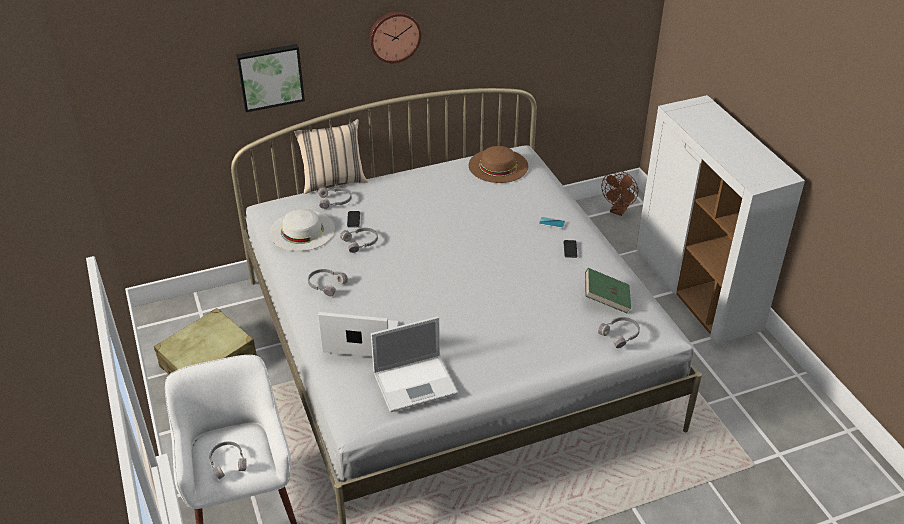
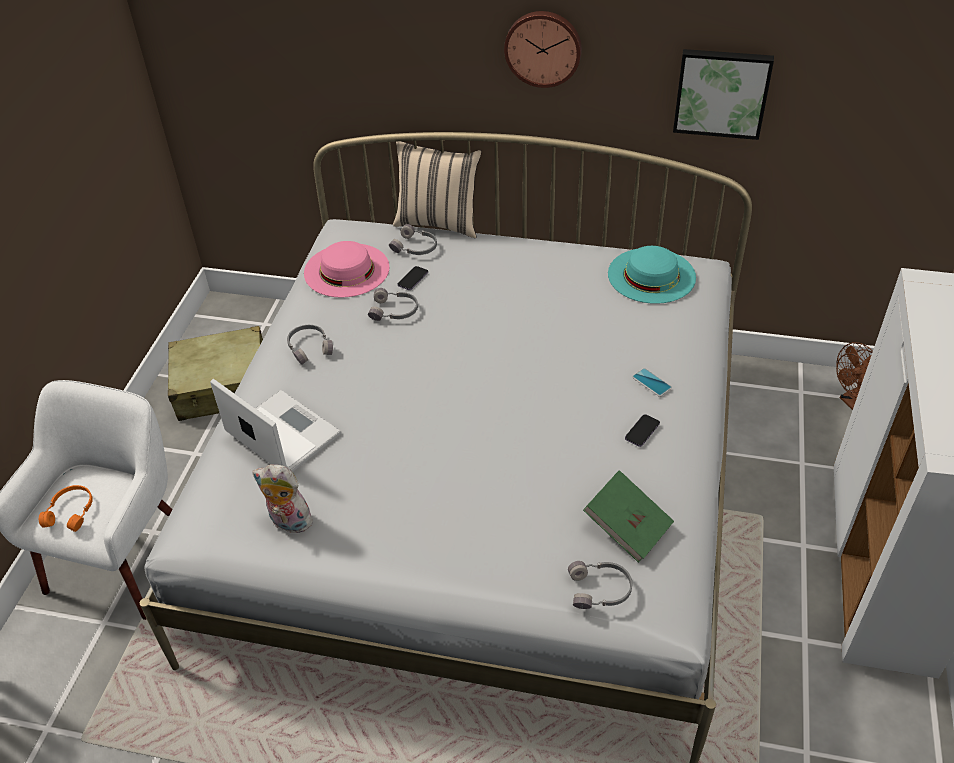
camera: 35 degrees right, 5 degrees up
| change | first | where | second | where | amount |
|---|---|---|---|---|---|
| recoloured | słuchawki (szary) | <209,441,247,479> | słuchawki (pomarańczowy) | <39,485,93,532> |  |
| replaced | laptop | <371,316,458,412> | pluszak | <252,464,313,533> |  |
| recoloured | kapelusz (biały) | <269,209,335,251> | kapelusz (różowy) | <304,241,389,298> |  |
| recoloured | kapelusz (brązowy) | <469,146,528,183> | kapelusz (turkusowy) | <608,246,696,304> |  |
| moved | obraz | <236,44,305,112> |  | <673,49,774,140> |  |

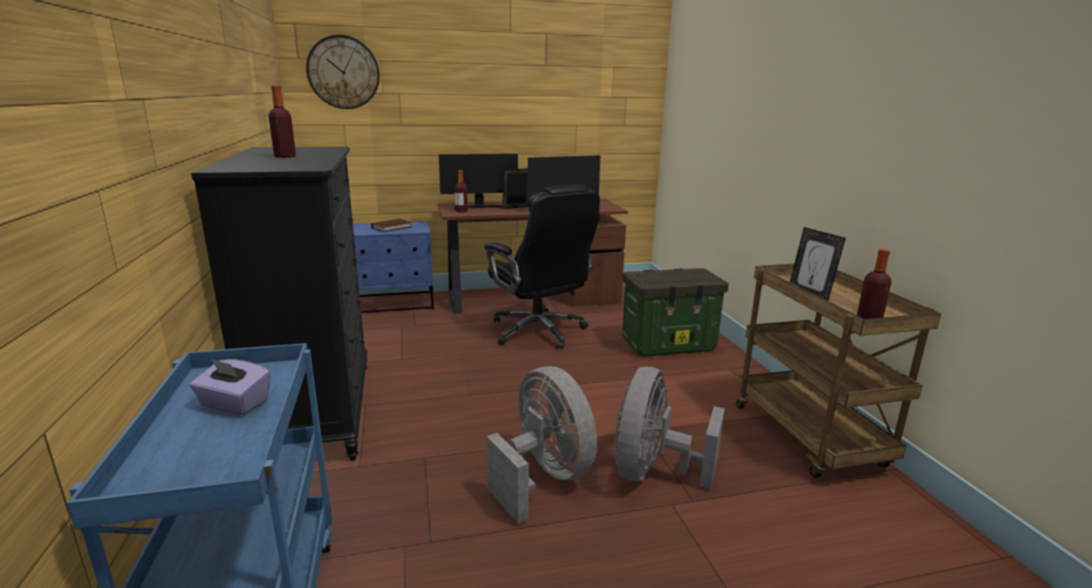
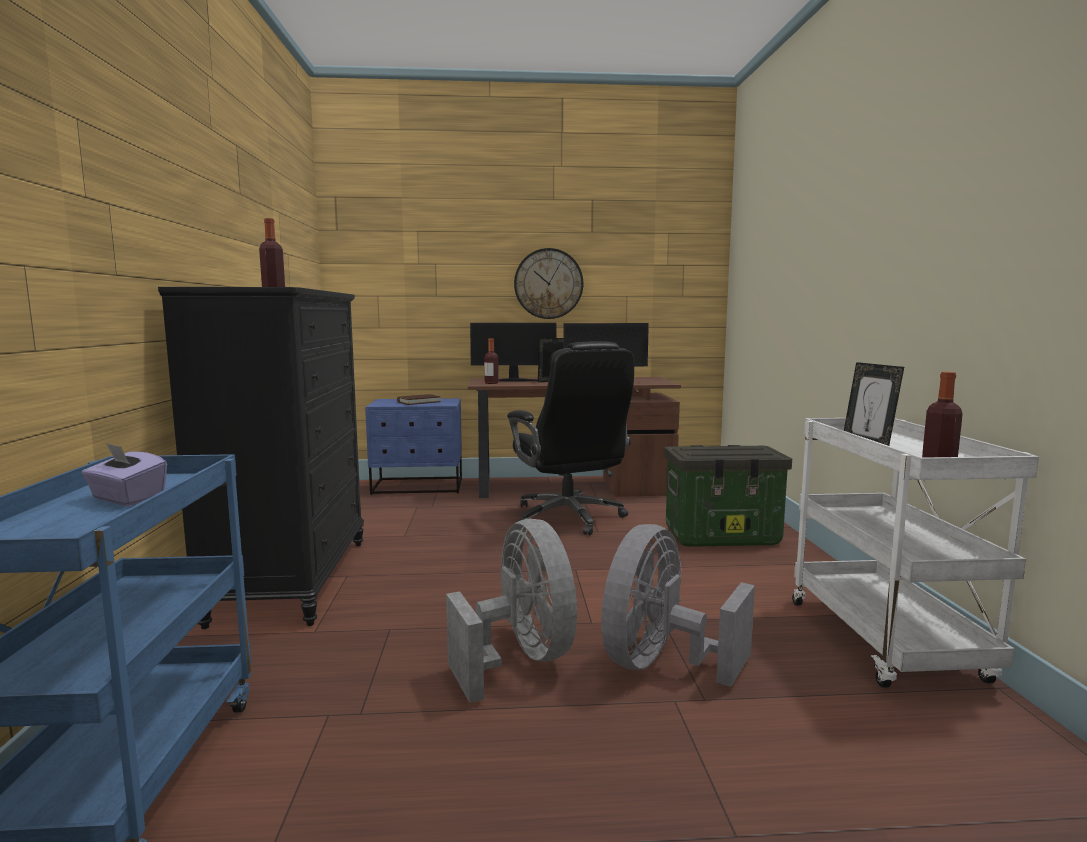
camera: 10 degrees right, 10 degrees down
| change | first | where | second | where | amount |
|---|---|---|---|---|---|
| moved | zegar ścienny | <306,35,380,109> |  | <514,248,583,319> |  |
| recoloured | wózek (brązowy) | <736,264,941,478> | wózek (biały) | <792,418,1039,688> |  |

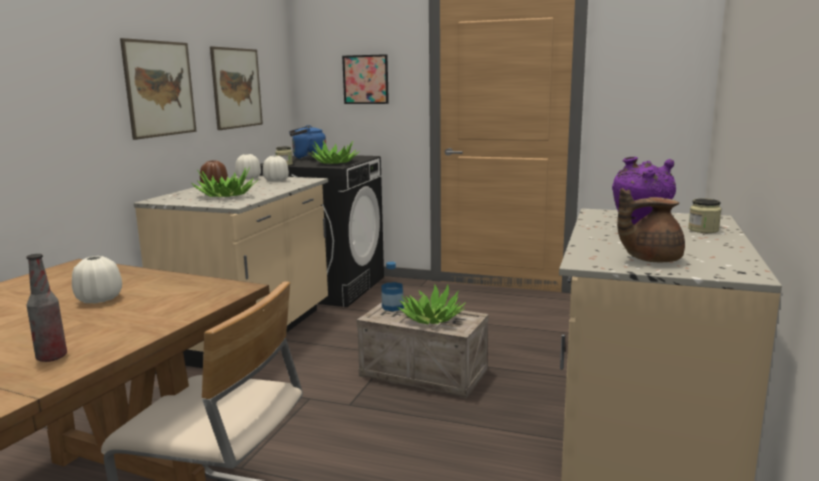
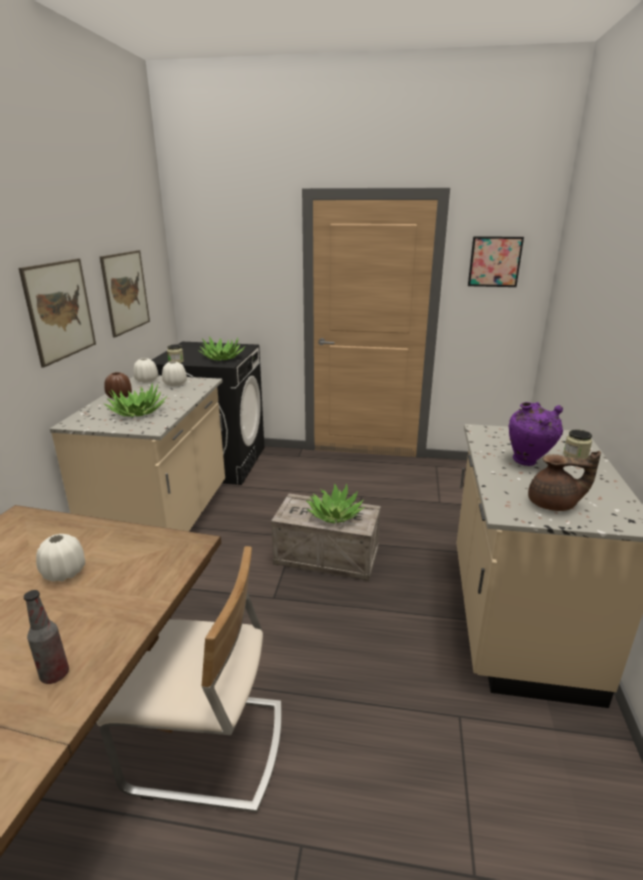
camera: 10 degrees left, 10 degrees up
| change | first | where | second | where | amount |
|---|---|---|---|---|---|
| moved | obraz | <342,54,389,104> |  | <468,236,524,287> |  |
| turned | imbryk (brązowy) | <617,188,685,262> |  | <528,451,601,511> | 150 degrees counterclockwise |
| removed | czajnik (niebieski) | <289,125,326,159> |  |  |  |
| removed | butelka | <381,262,404,311> |  |  |  |

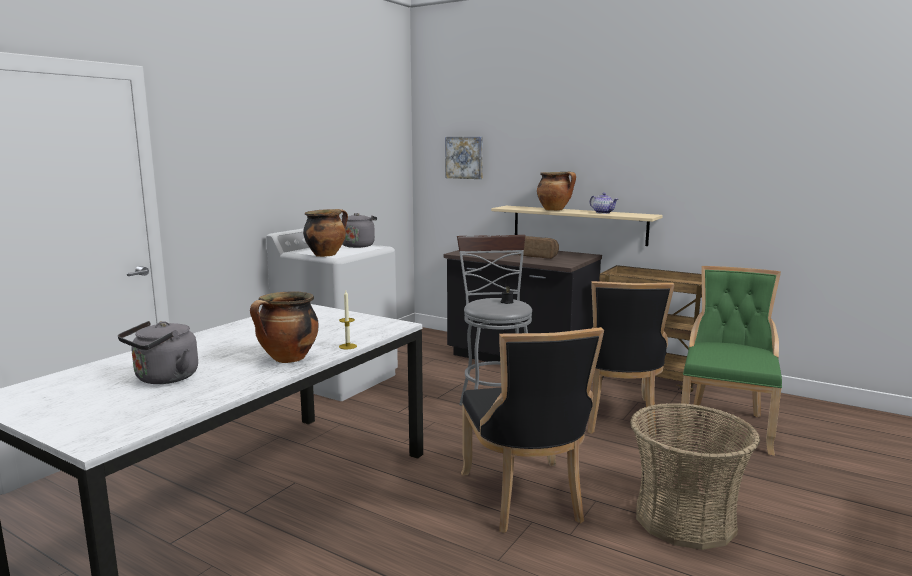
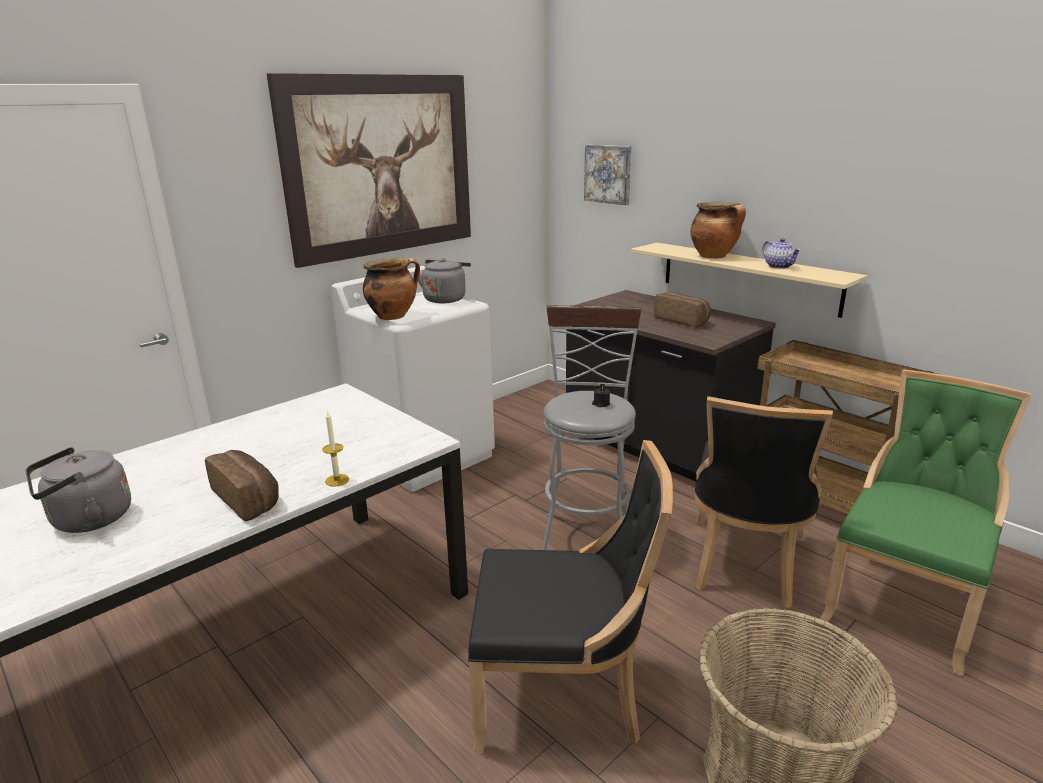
camera: 15 degrees right, 10 degrees up
| change | first | where | second | where | amount |
|---|---|---|---|---|---|
| replaced | garnek | <250,291,318,363> | chleb | <205,450,279,521> |  |
| added |  |  | obraz | <267,73,471,268> |  |
| turned | krzesło (czarny) | <461,327,604,533> |  | <468,440,673,754> | 90 degrees counterclockwise |

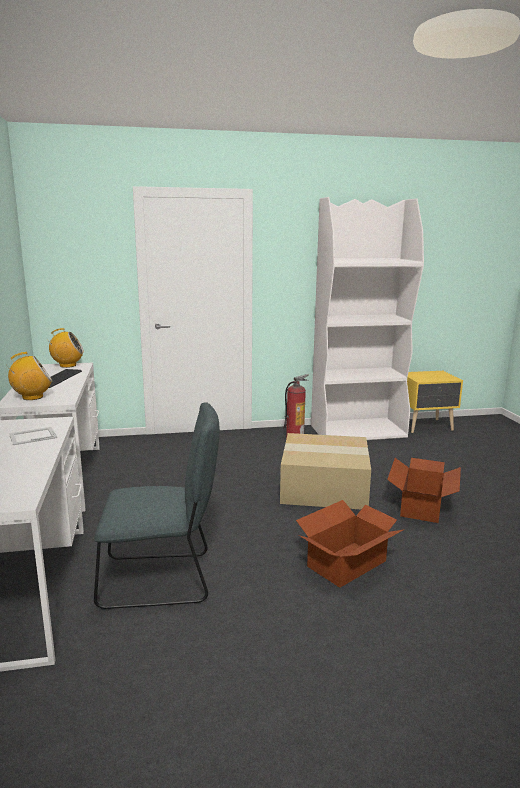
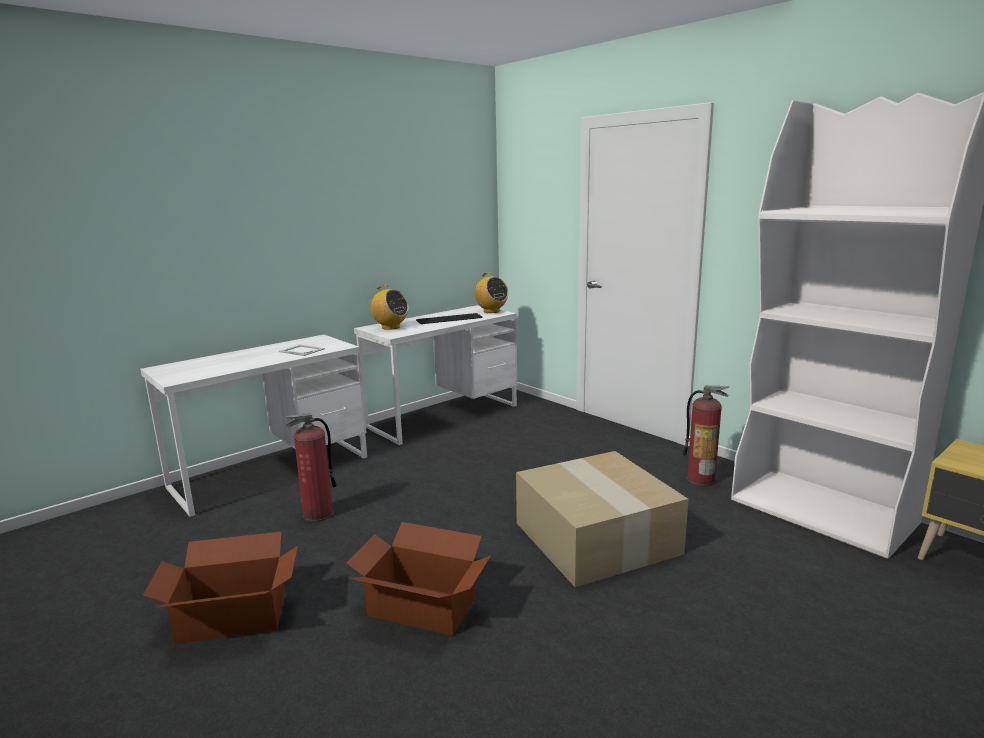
camera: 60 degrees right, 0 degrees up
| change | first | where | second | where | amount |
|---|---|---|---|---|---|
| moved | karton | <387,458,461,523> |  | <143,532,298,644> |  |
| replaced | krzesło (szary) | <94,402,220,609> | gaśnica | <285,413,337,522> |  |

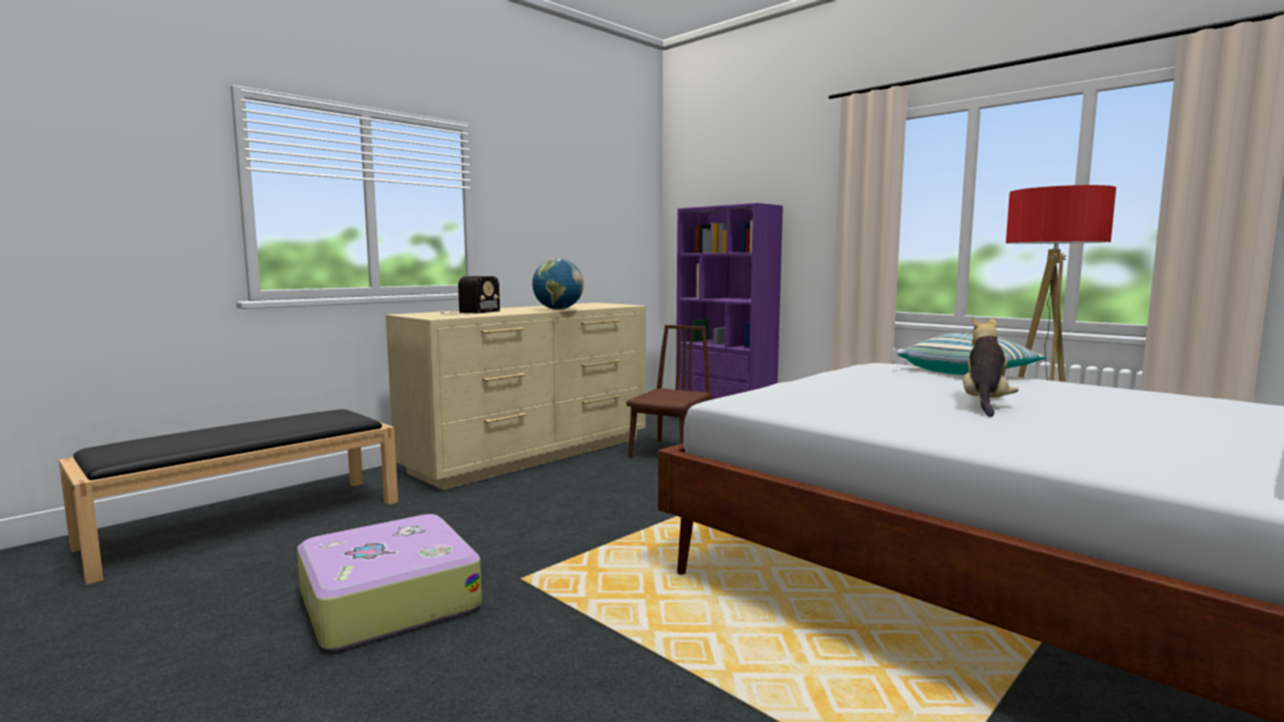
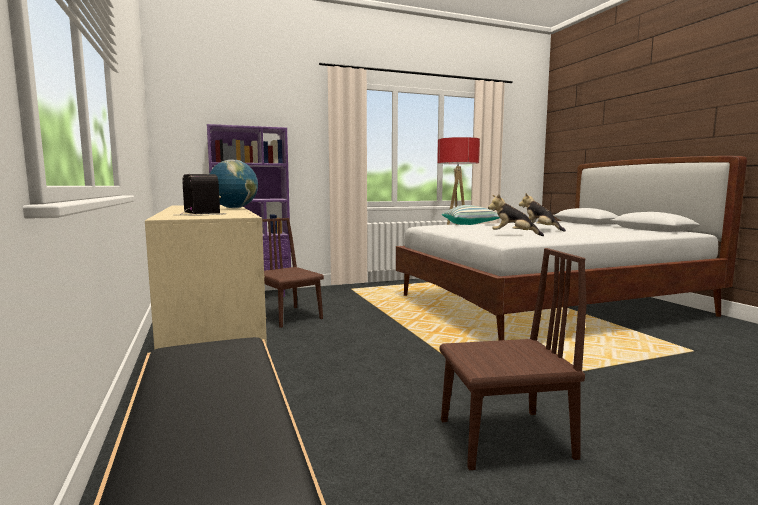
camera: 65 degrees left, 0 degrees up
| change | first | where | second | where | amount |
|---|---|---|---|---|---|
| replaced | walizka | <297,514,482,650> | krzesło (brązowy) | <440,248,587,470> |  |
| added |  |  | pluszak | <488,194,544,236> |  |

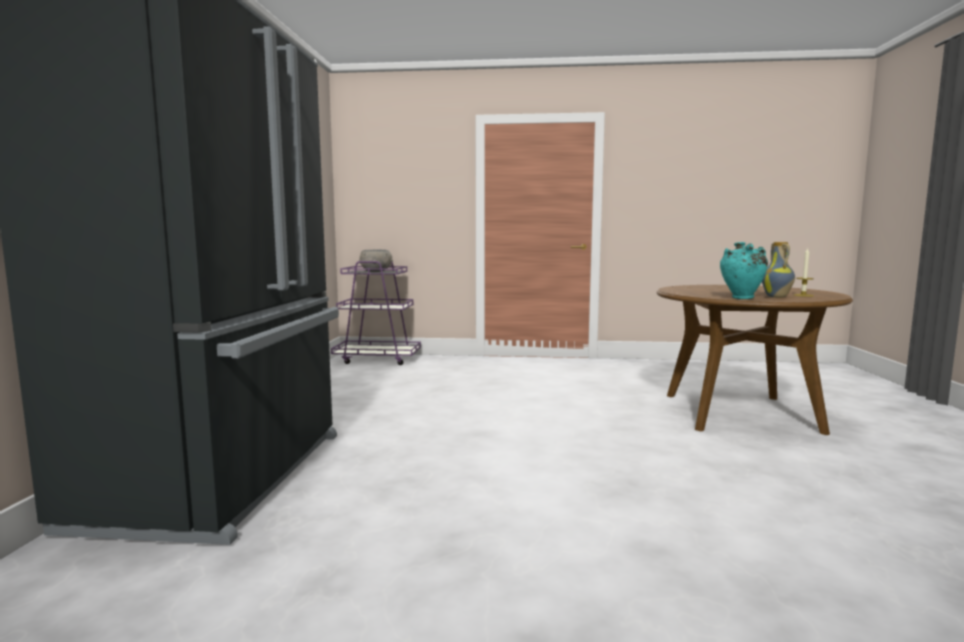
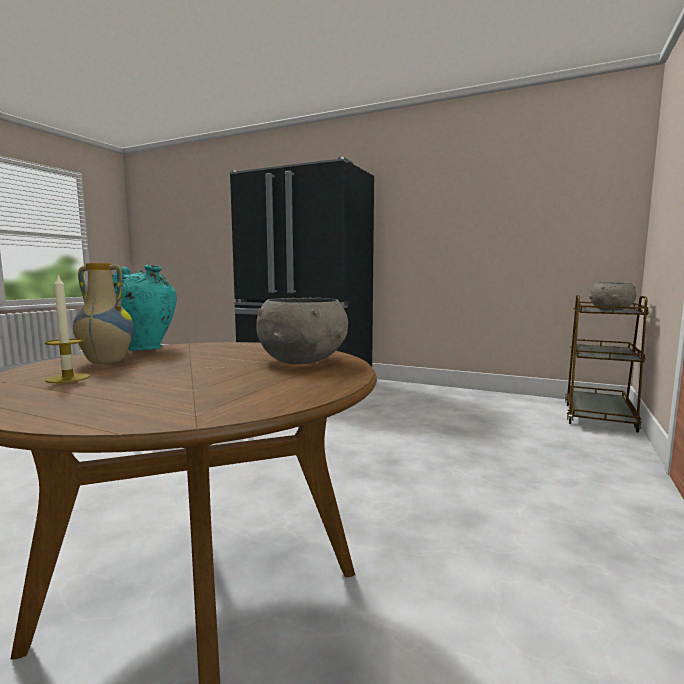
camera: 110 degrees right, 0 degrees up
| change | first | where | second | where | amount |
|---|---|---|---|---|---|
| added |  |  | miska (szary) | <256,298,348,364> |  |
| recoloured | wózek (fioletowy) | <331,261,421,365> | wózek (brązowy) | <565,295,649,432> |  |

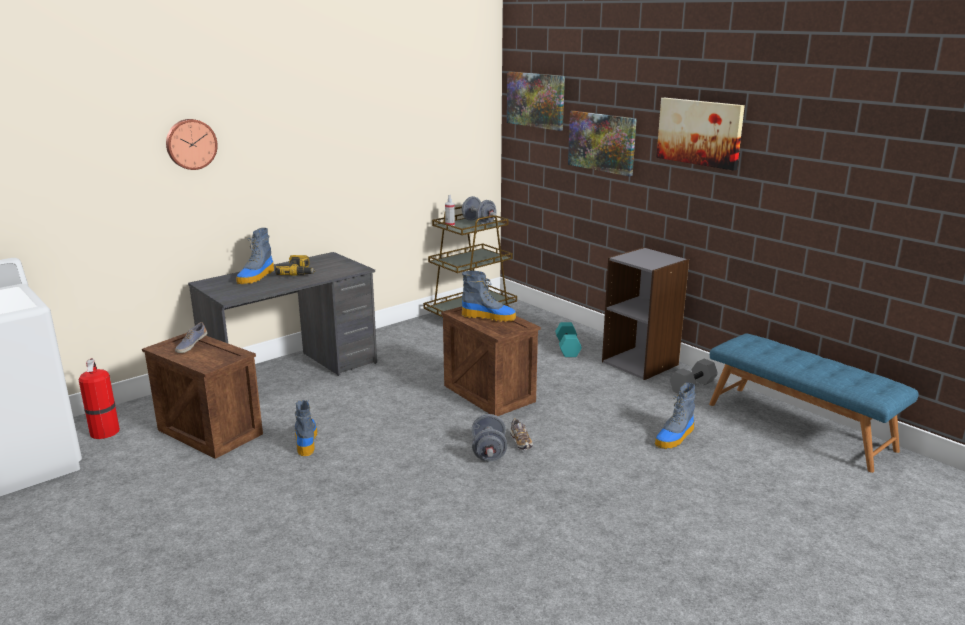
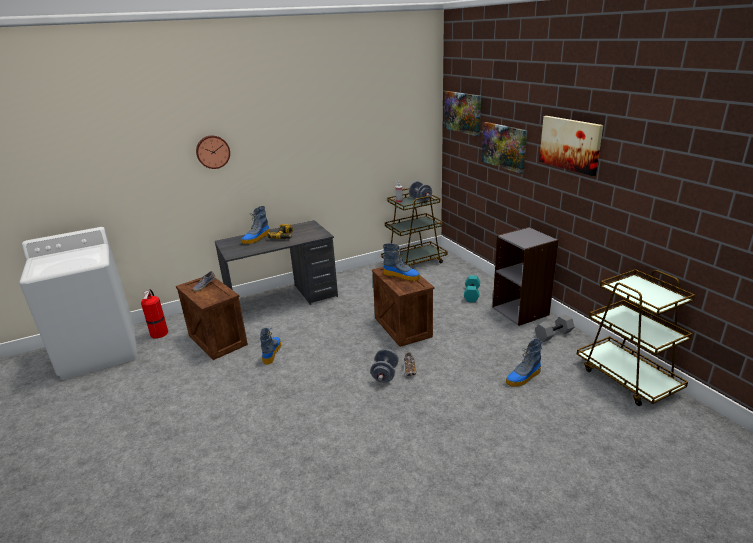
camera: 15 degrees right, 5 degrees up
| change | first | where | second | where | amount |
|---|---|---|---|---|---|
| replaced | ławka (niebieski) | <709,334,919,473> | wózek (brązowy) | <577,269,695,406> |  |

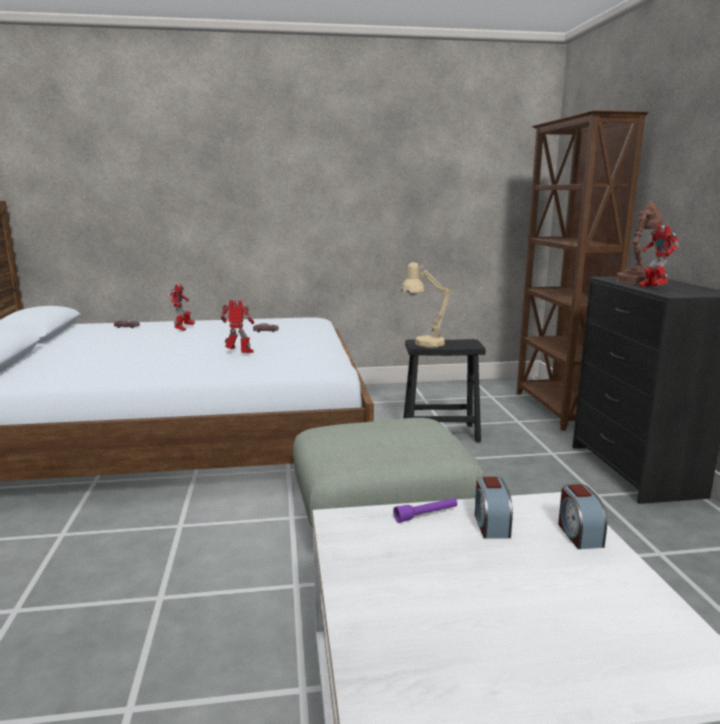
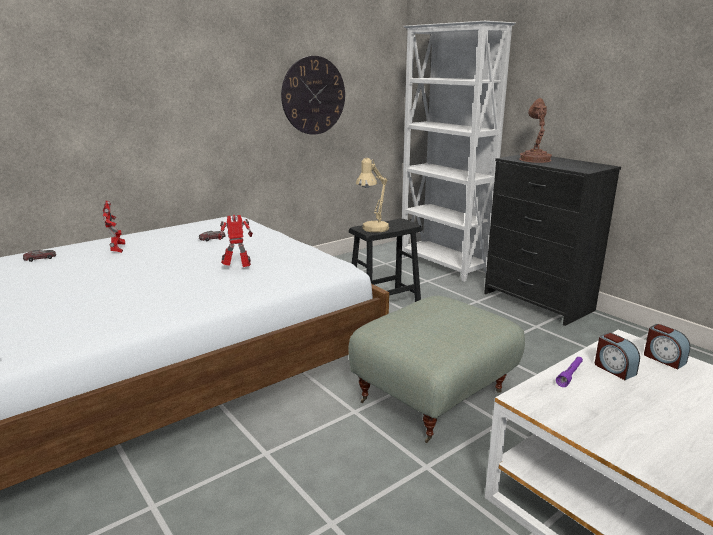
camera: 30 degrees left, 5 degrees up
| change | first | where | second | where | amount |
|---|---|---|---|---|---|
| added |  |  | zegar ścienny | <281,56,345,135> |  |
| recoloured | regał (brązowy) | <517,110,649,431> | regał (biały) | <402,21,515,282> |  |
| removed | robot zabawkowy | <639,225,679,287> |  |  |  |

